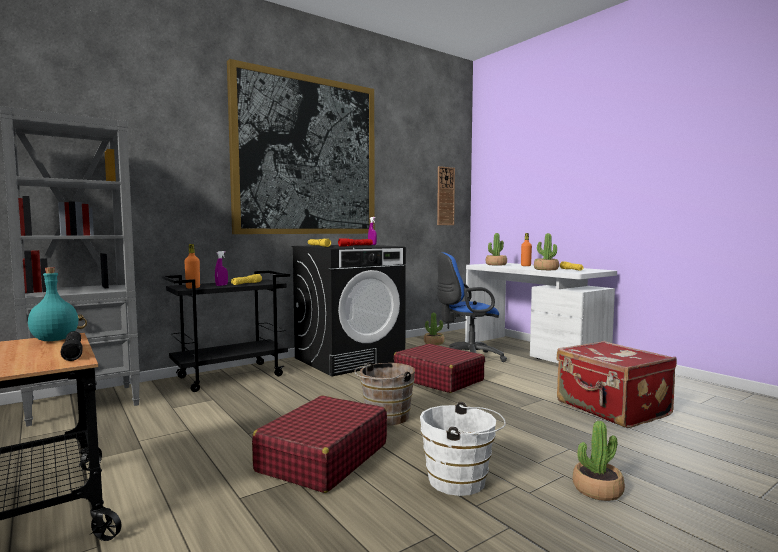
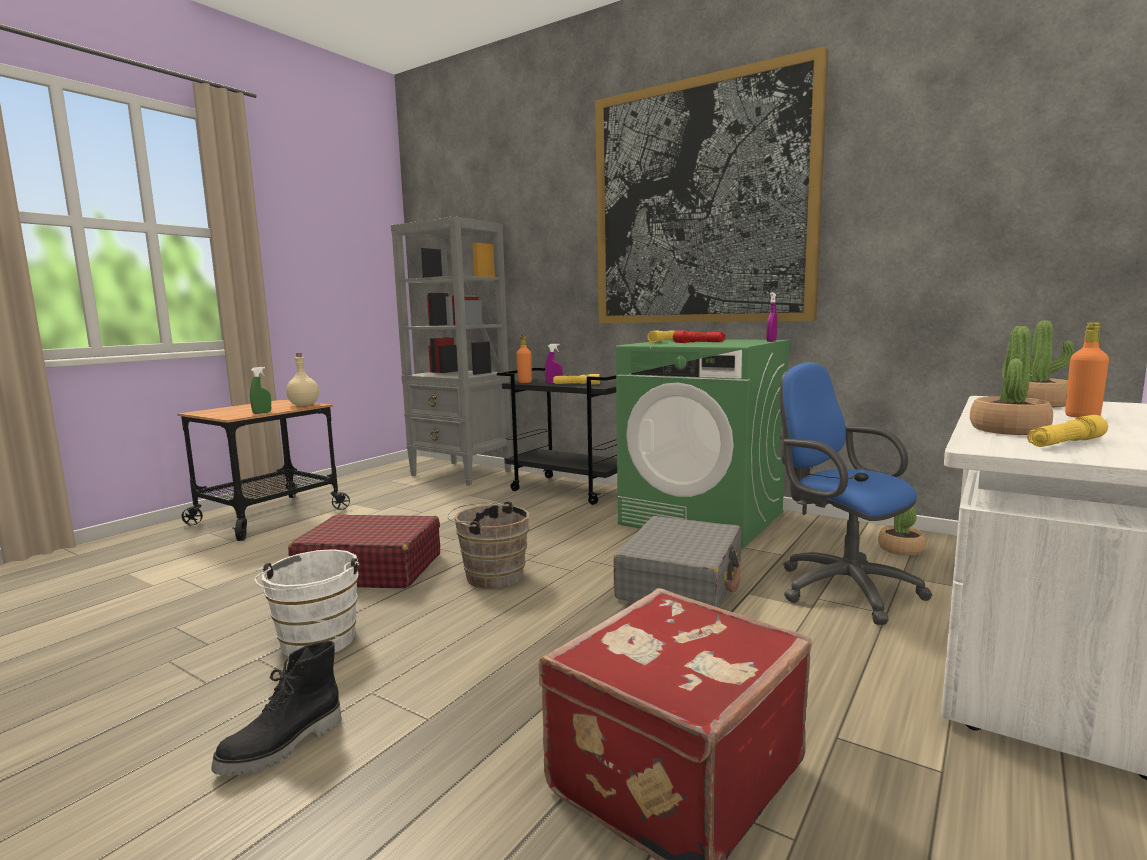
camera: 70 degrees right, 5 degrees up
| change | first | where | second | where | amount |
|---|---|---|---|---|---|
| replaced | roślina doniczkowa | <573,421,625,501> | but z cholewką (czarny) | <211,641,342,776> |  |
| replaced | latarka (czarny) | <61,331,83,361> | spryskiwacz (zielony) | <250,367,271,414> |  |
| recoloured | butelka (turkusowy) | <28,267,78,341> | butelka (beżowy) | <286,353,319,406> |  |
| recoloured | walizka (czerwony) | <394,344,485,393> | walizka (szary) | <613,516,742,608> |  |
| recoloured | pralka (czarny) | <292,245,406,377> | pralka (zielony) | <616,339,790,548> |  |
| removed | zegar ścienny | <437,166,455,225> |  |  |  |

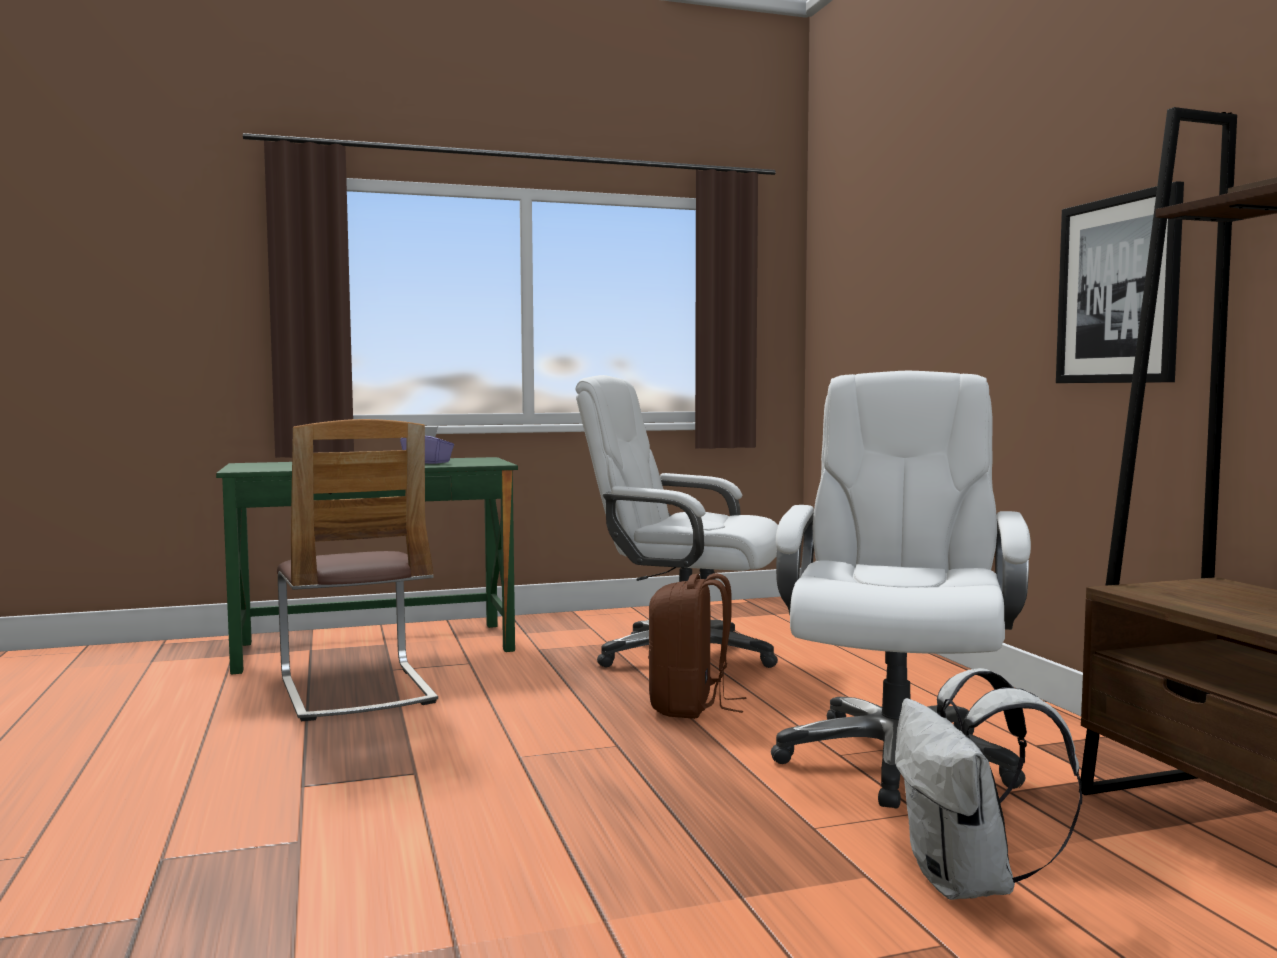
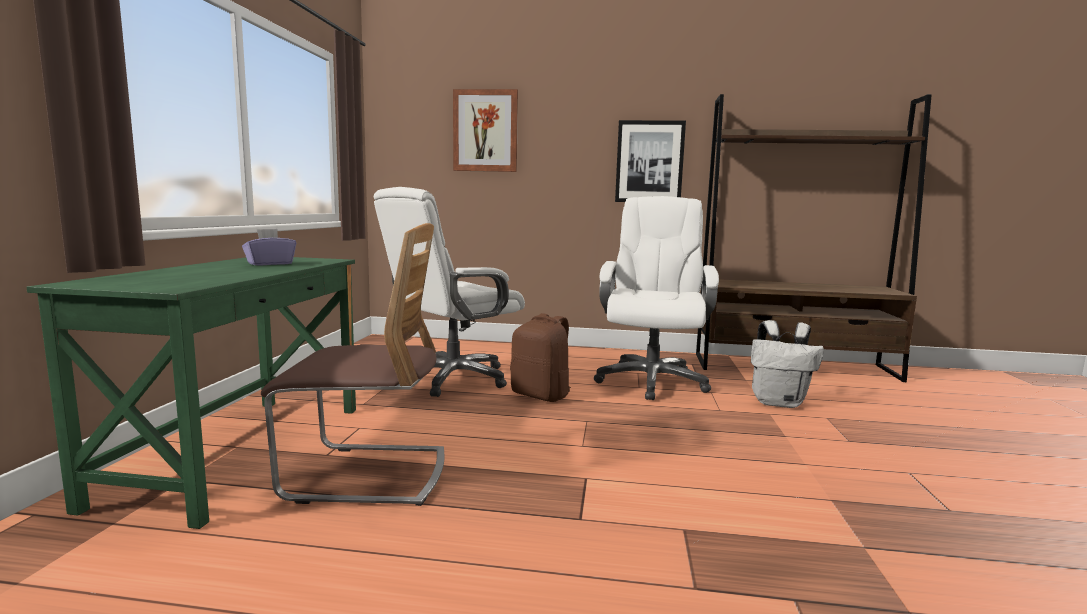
camera: 65 degrees left, 5 degrees up
| change | first | where | second | where | amount |
|---|---|---|---|---|---|
| added |  |  | obraz | <453,89,518,172> |  |
| turned | krzesło biurowe (biały) | <771,371,1031,808> |  | <594,196,719,400> | 60 degrees clockwise |

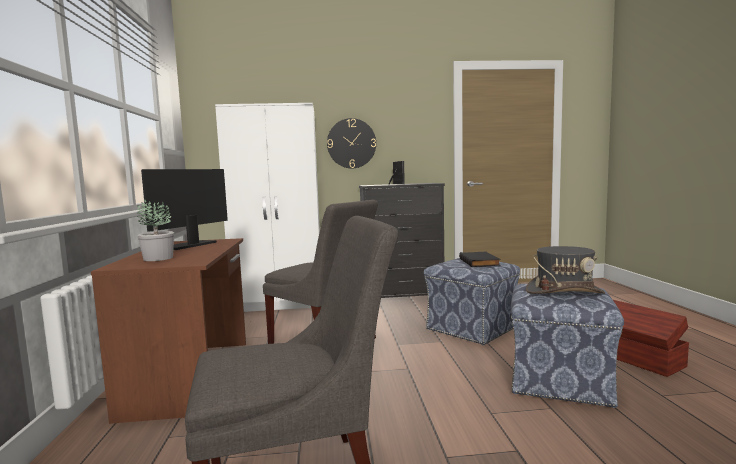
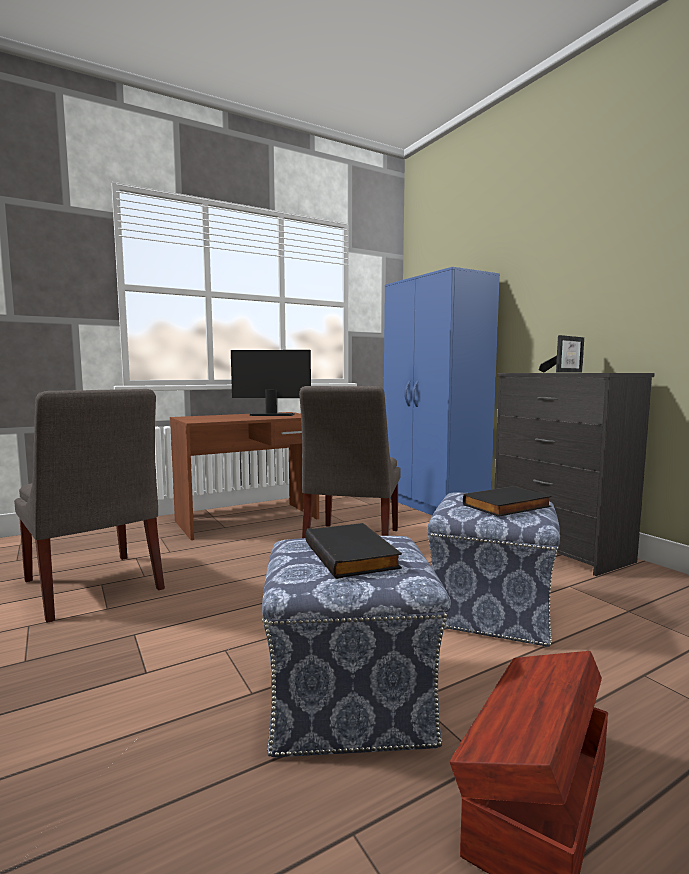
camera: 65 degrees right, 0 degrees up
| change | first | where | second | where | amount |
|---|---|---|---|---|---|
| replaced | kapelusz (szary) | <526,246,605,294> | książka (czarny) | <305,523,402,579> |  |
| recoloured | szafa (biały) | <215,103,320,312> | szafa (niebieski) | <384,267,500,515> |  |
| removed | roślina doniczkowa | <137,199,174,261> |  |  |  |
| removed | zegar ścienny | <327,118,376,169> |  |  |  |

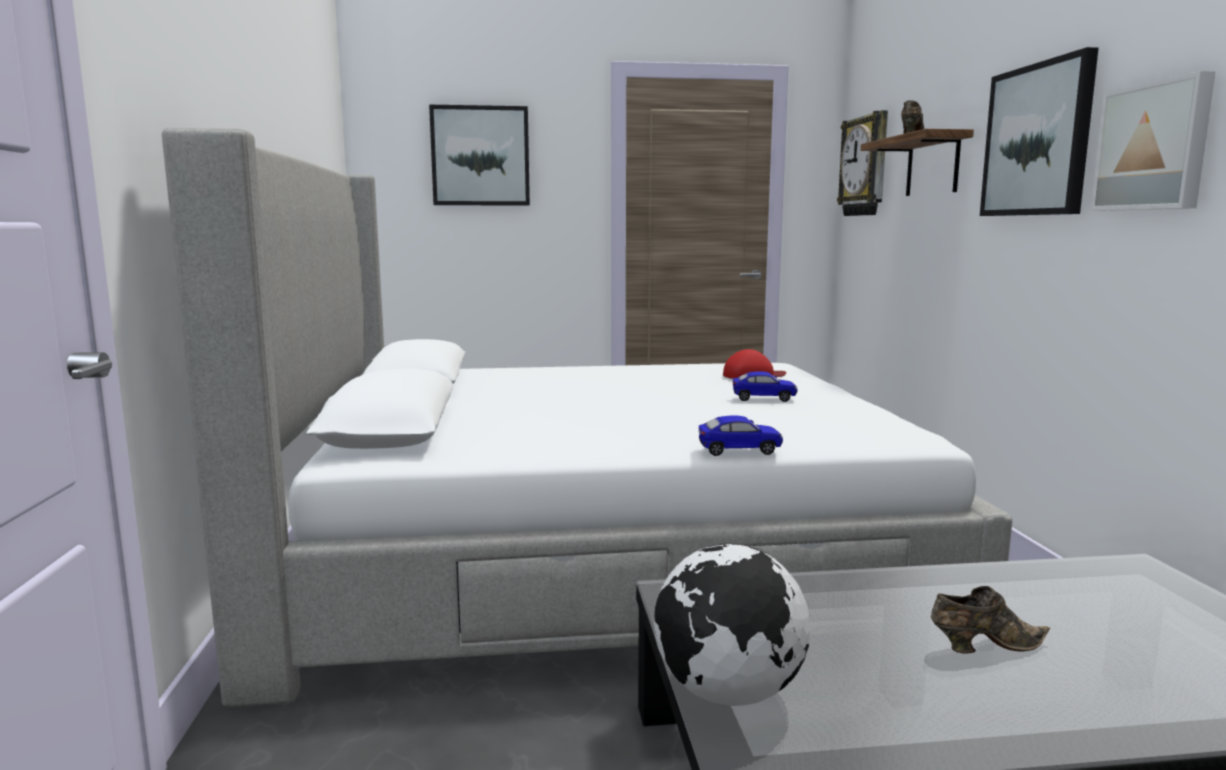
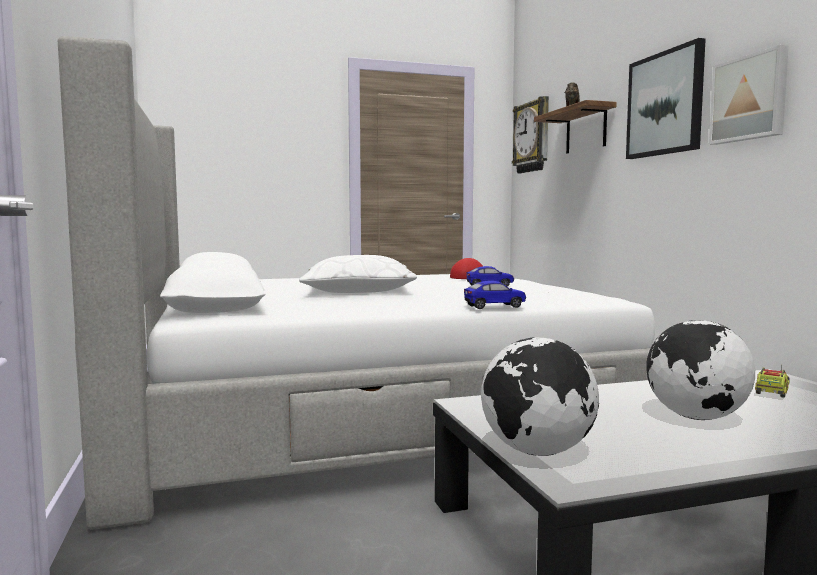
camera: 10 degrees left, 5 degrees down
| change | first | where | second | where | amount |
|---|---|---|---|---|---|
| added |  |  | poduszka (biały) | <299,255,417,293> |  |
| replaced | but (brązowy) | <931,586,1050,654> | globus | <646,320,755,420> |  |
| added |  |  | ciężarówka zabawkowa | <755,365,790,398> |  |
| removed | obraz | <429,105,530,206> |  |  |  |

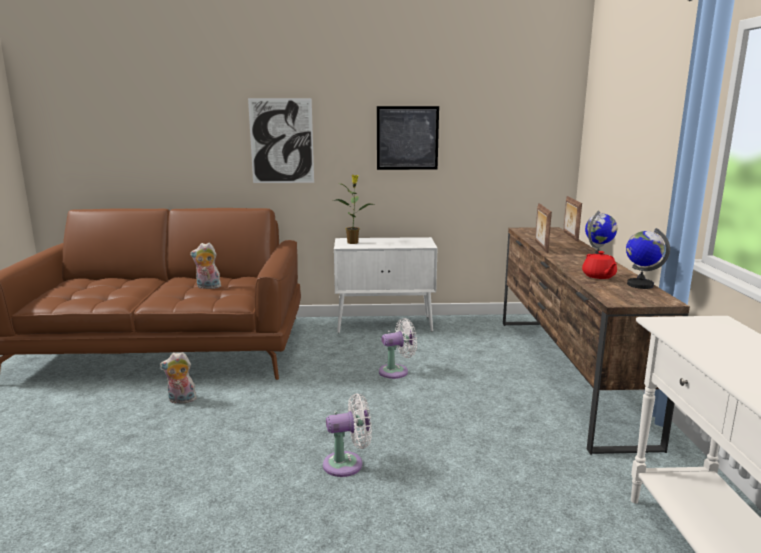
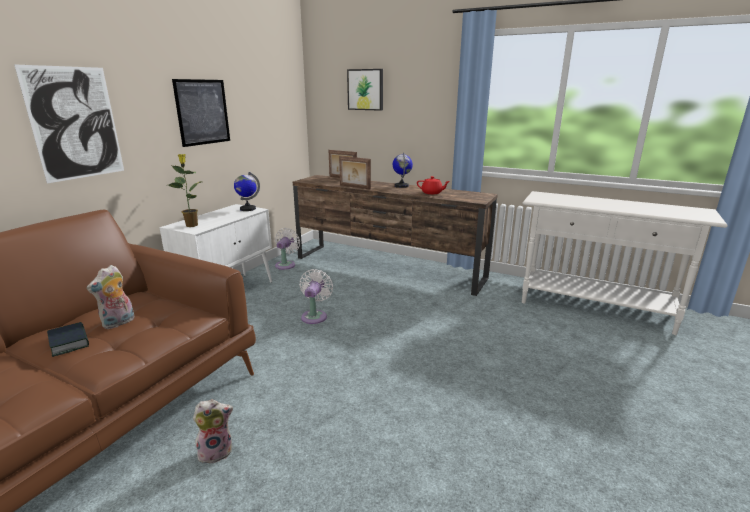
camera: 60 degrees left, 5 degrees up
| change | first | where | second | where | amount |
|---|---|---|---|---|---|
| added |  |  | książka | <47,322,89,357> |  |
| turned | pluszak | <160,352,196,403> |  | <193,399,233,463> | 135 degrees counterclockwise |
| moved | globus | <626,228,670,289> |  | <234,172,260,211> |  |
| moved | wentylator (biały) | <323,394,372,477> |  | <275,228,300,270> |  |
| added |  |  | obraz | <347,69,383,111> |  |

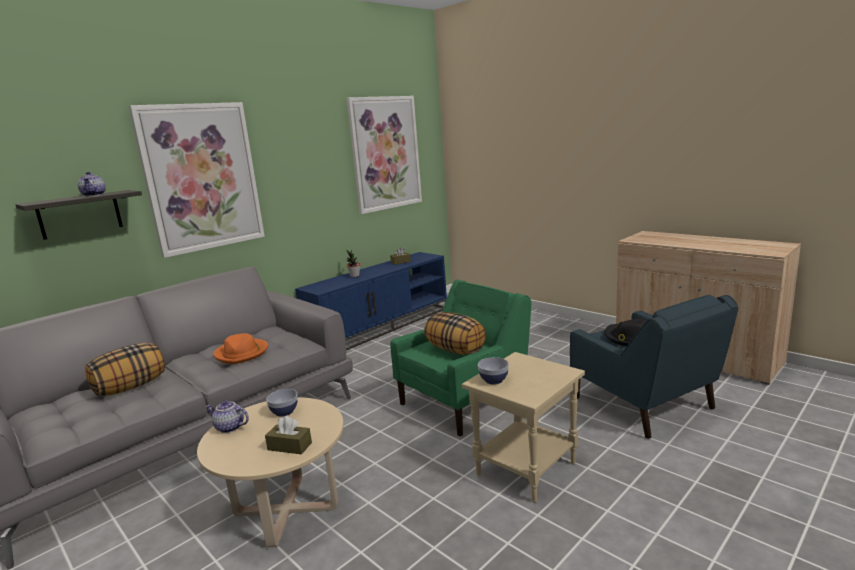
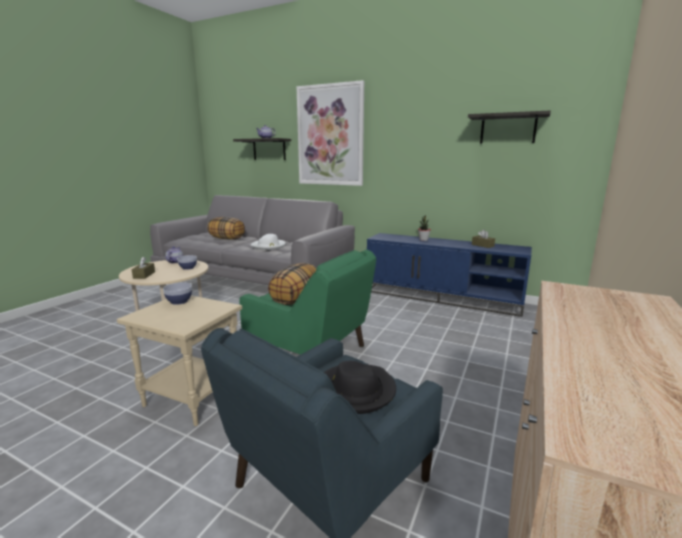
camera: 70 degrees right, 0 degrees up
| change | first | where | second | where | amount |
|---|---|---|---|---|---|
| recoloured | kapelusz (pomarańczowy) | <214,333,268,364> | kapelusz (biały) | <251,234,286,250> |  |
| replaced | obraz | <347,96,422,214> | półka | <468,110,551,144> |  |

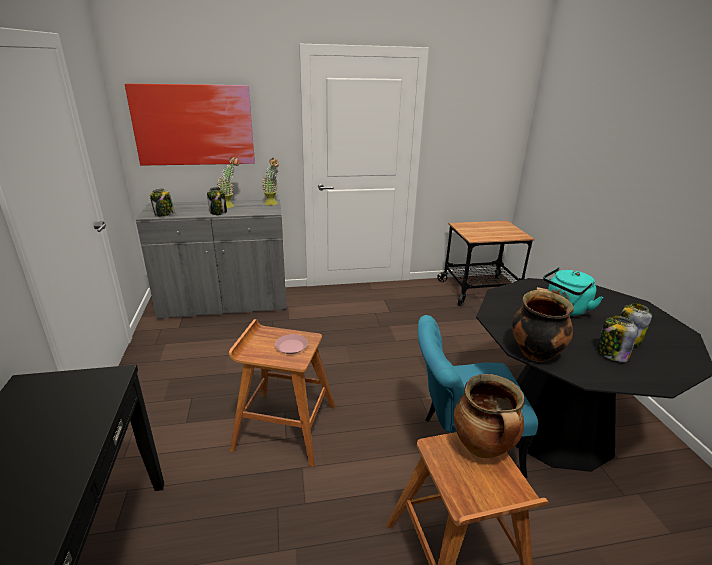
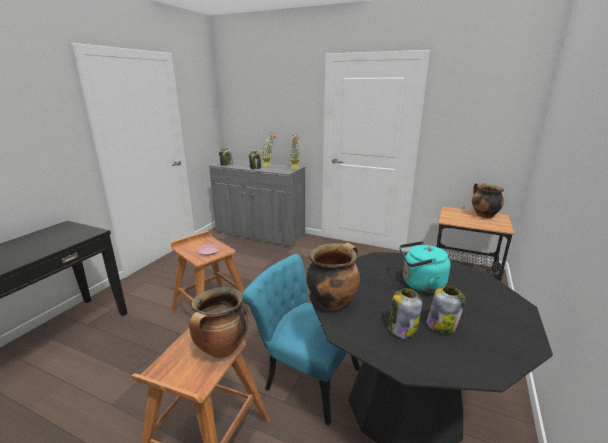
camera: 35 degrees right, 5 degrees down
| change | first | where | second | where | amount |
|---|---|---|---|---|---|
| added |  |  | garnek | <472,183,504,218> |  |
| removed | obraz | <125,84,255,166> |  |  |  |

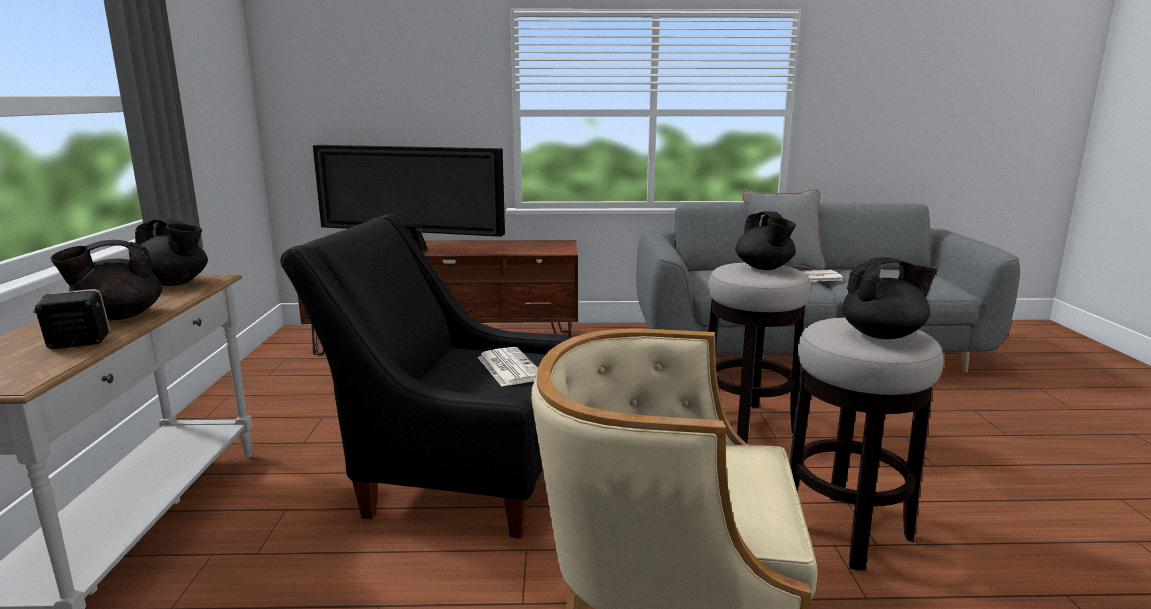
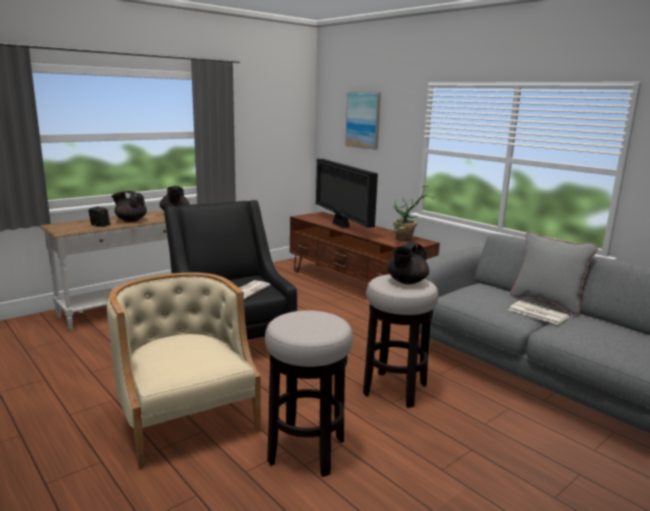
camera: 50 degrees right, 0 degrees up
| change | first | where | second | where | amount |
|---|---|---|---|---|---|
| added |  |  | obraz | <345,92,381,150> |  |
| added |  |  | roślina doniczkowa | <388,186,436,242> |  |
| removed | imbryk (czarny) | <842,257,938,339> |  |  |  |

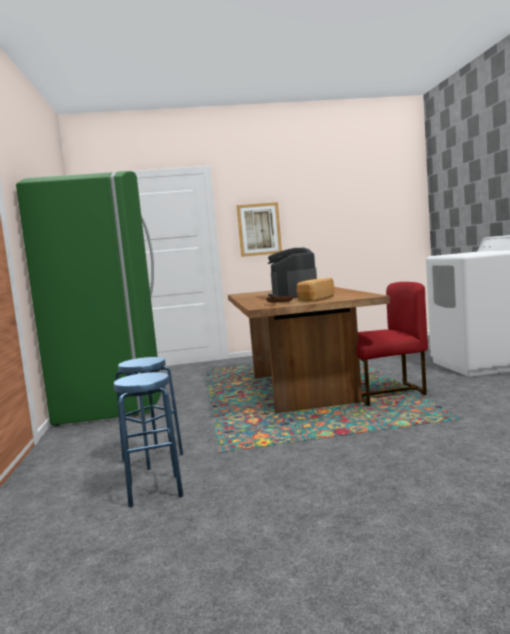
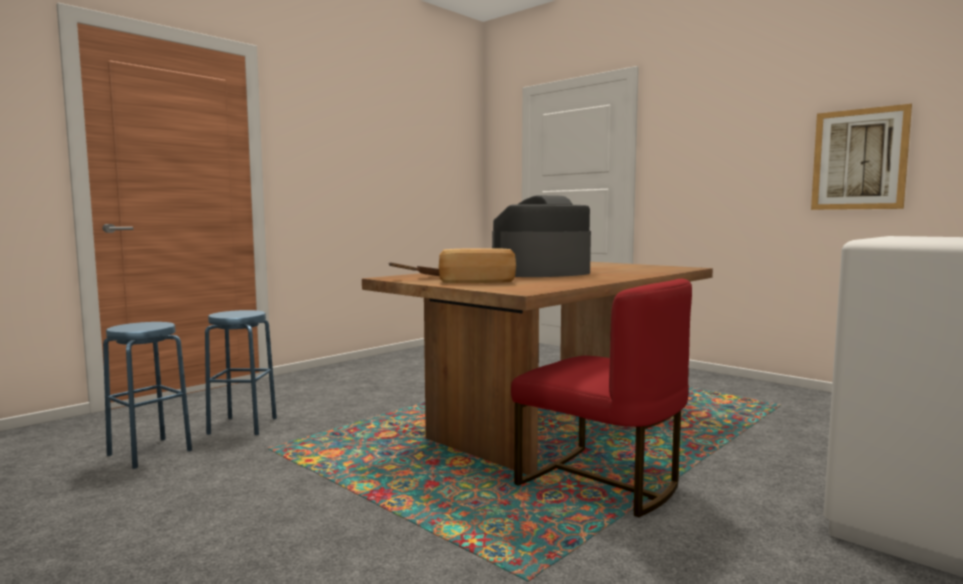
camera: 50 degrees right, 0 degrees up
| change | first | where | second | where | amount |
|---|---|---|---|---|---|
| moved | obraz | <237,202,282,257> |  | <811,104,912,210> |  |
| removed | lodówka (zielony) | <16,171,161,427> |  |  |  |

